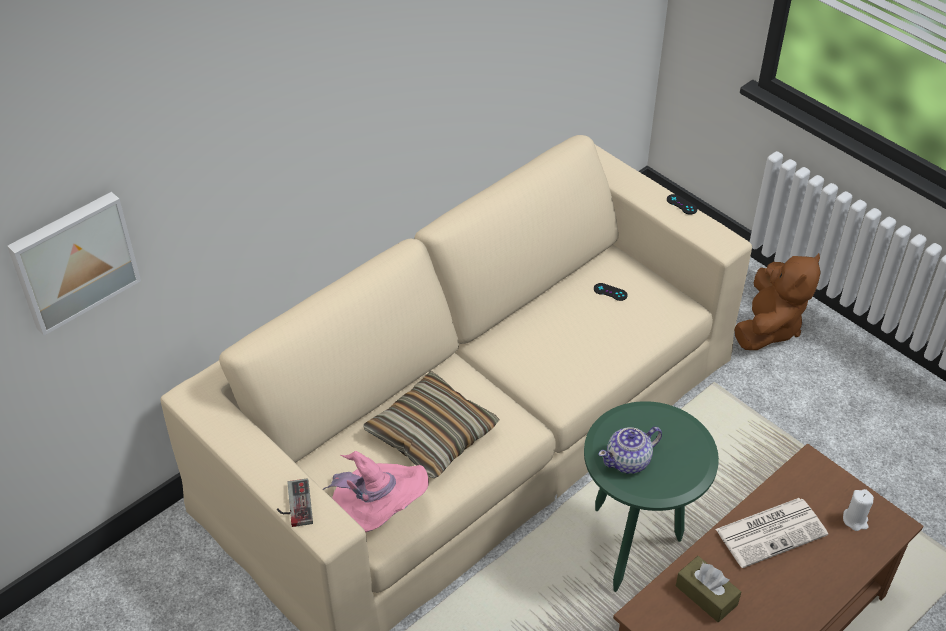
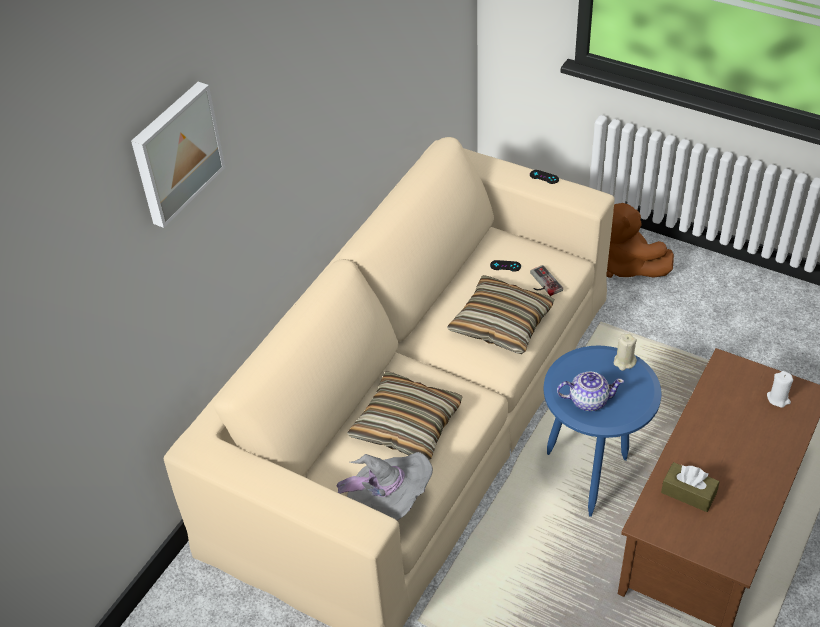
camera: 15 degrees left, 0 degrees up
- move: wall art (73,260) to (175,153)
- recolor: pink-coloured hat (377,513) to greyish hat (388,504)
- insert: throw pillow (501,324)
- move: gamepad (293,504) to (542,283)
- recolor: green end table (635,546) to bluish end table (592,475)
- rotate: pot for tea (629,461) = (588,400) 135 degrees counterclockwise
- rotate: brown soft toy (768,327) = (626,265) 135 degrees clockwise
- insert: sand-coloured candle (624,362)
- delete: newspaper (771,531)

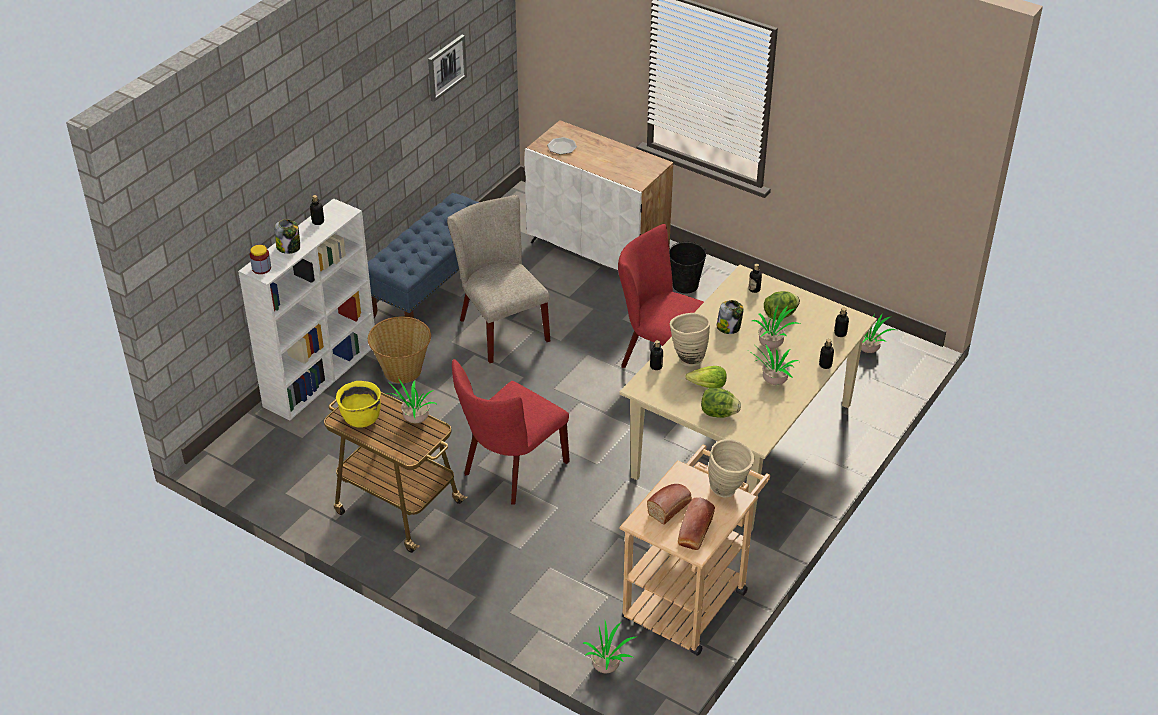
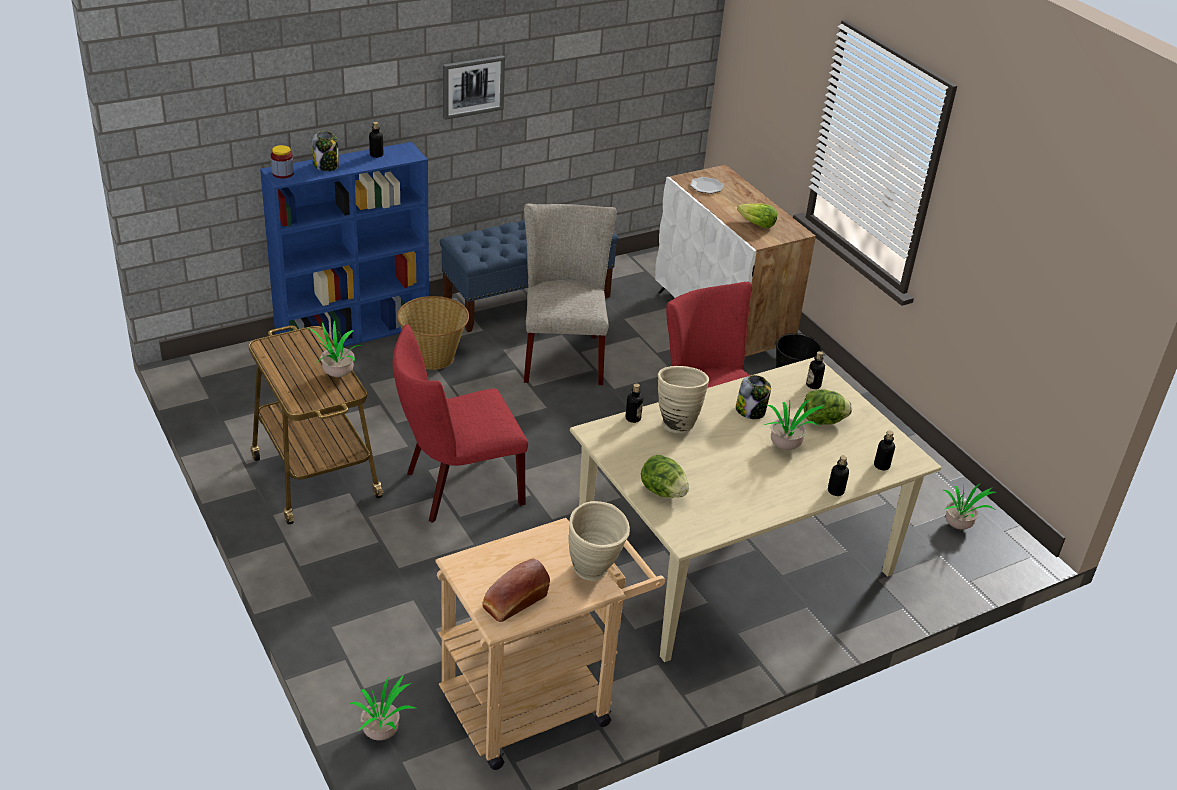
camera: 25 degrees right, 5 degrees down
- recolor: white bookshelf (321,374) to bluish bookshelf (354,332)
- move: wall art (446,67) to (472,86)
- move: head of lettuce (707,386) to (756,224)
- delete: yellow-coloured cooking pot (361,418)
- delete: bread (670,507)
- delete: houseplant (773,383)

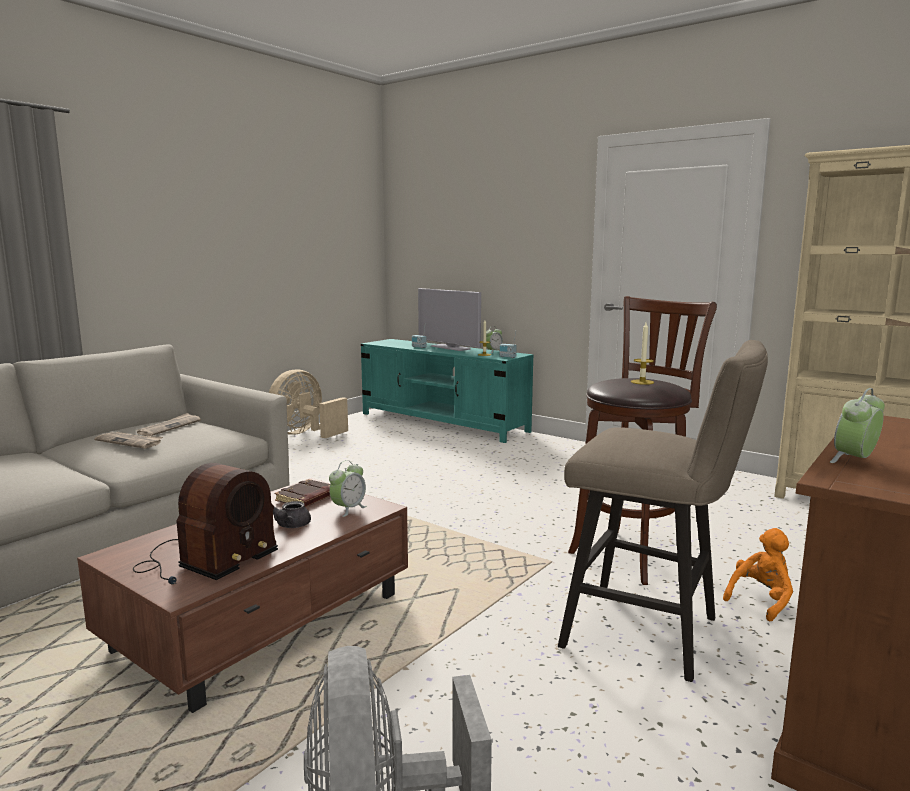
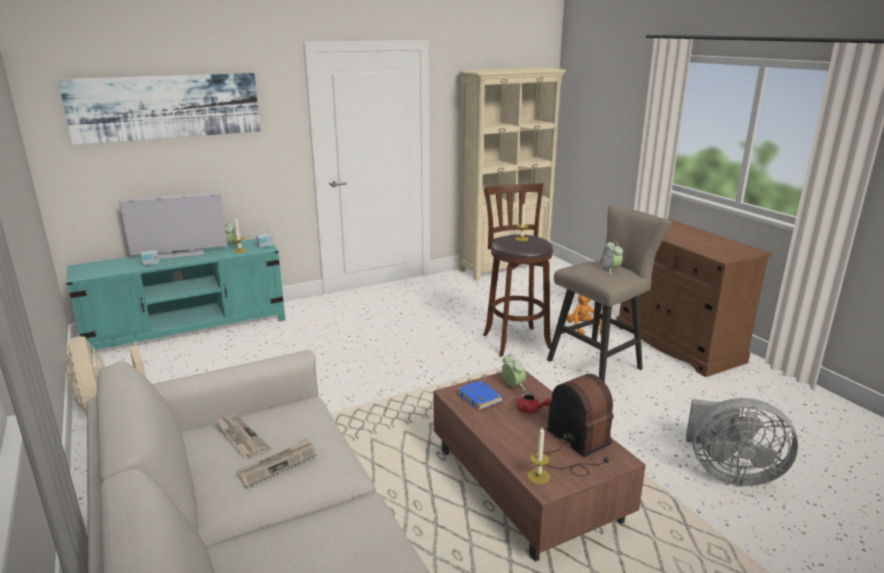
camera: 65 degrees left, 10 degrees up
- insert: wall art (166,107)
- recolor: brown book (307,498) to bluish book (481,398)
- recolor: greyish pot for tea (291,526) to reddish pot for tea (531,410)
- insert: candle (538,476)
- move: bedside clock (854,460) to (610,269)

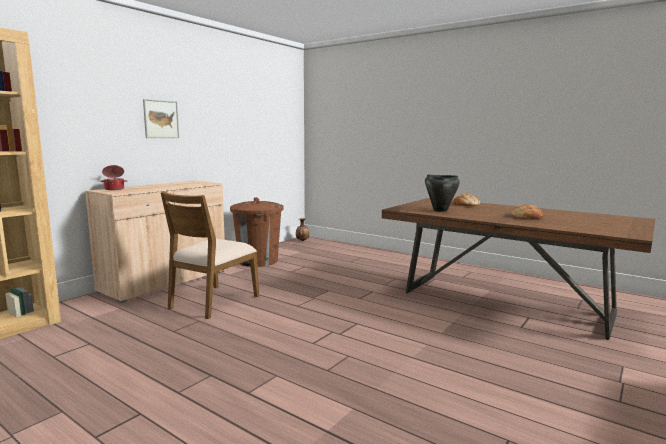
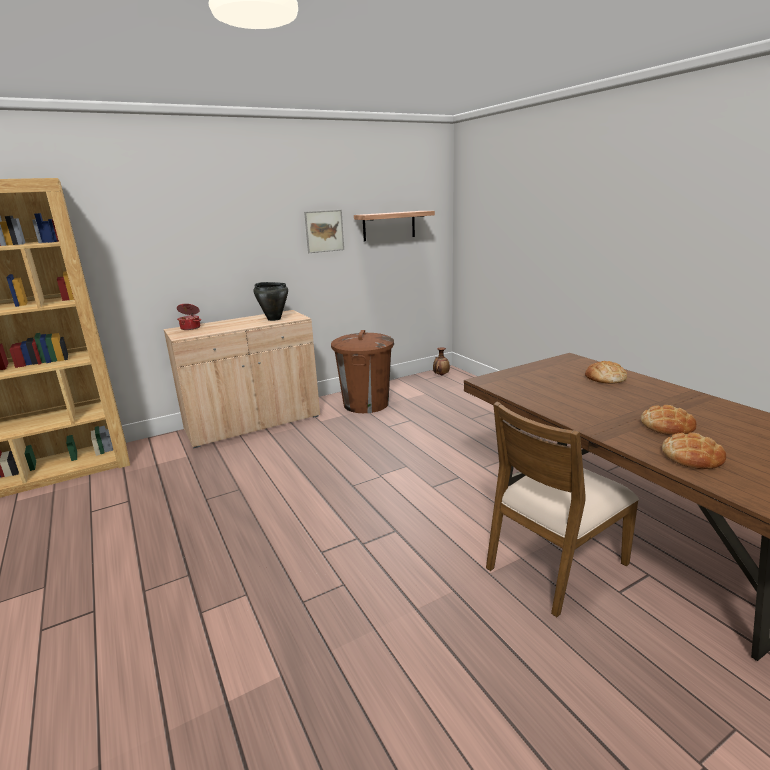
camera: 25 degrees right, 10 degrees up
- move: blackish cooking pot (440,210) to (274,319)
- move: wall art (161,119) to (324,231)
- insert: wall shelf (389,226)
- move: brown chair (213,302) to (554,564)
- insert: bread (692,457)

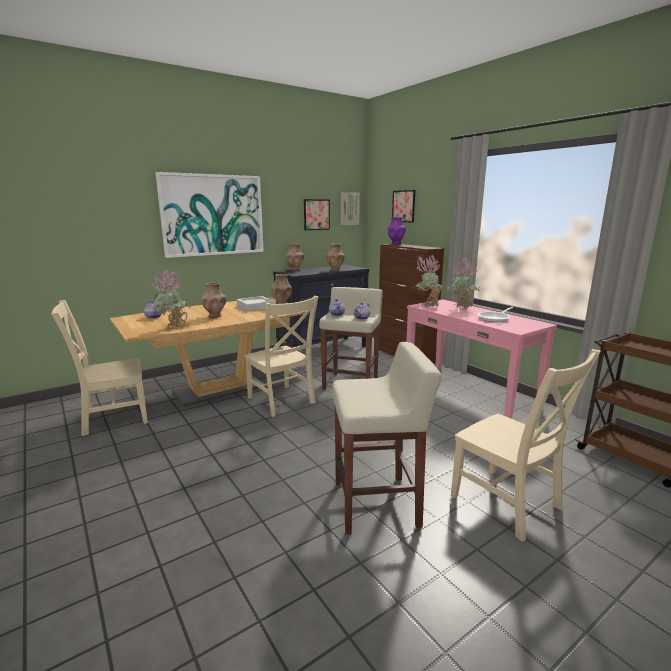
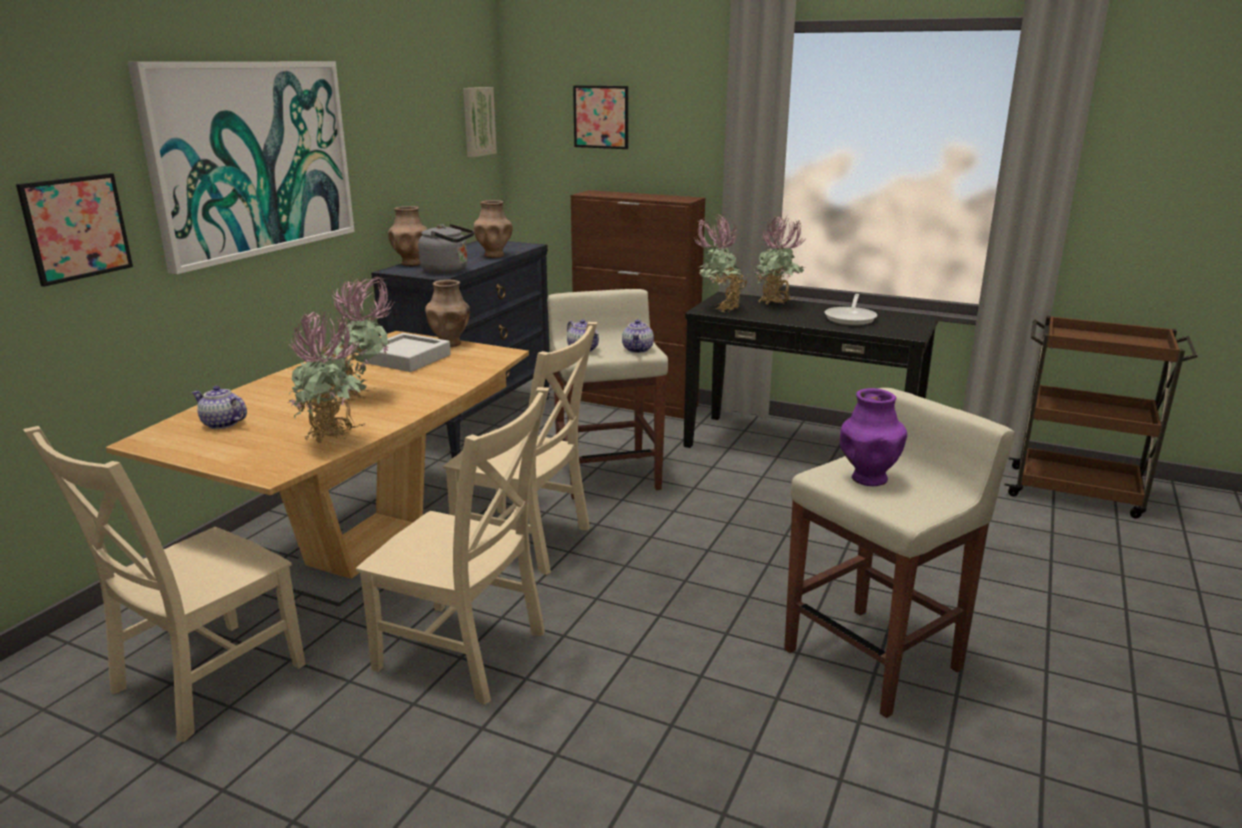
camera: 30 degrees left, 5 degrees up
- move: wall art (316,214) to (76,228)
- replace: brown flower vase (215,316) to houseplant (364,395)
- move: sand-coloured chair (509,504) to (467,653)
- insert: greyish water kettle (448,270)
- recolor: pink-coloured hall table (468,393) to blackish hall table (800,448)
- move: purple flower vase (396,244) to (868,479)

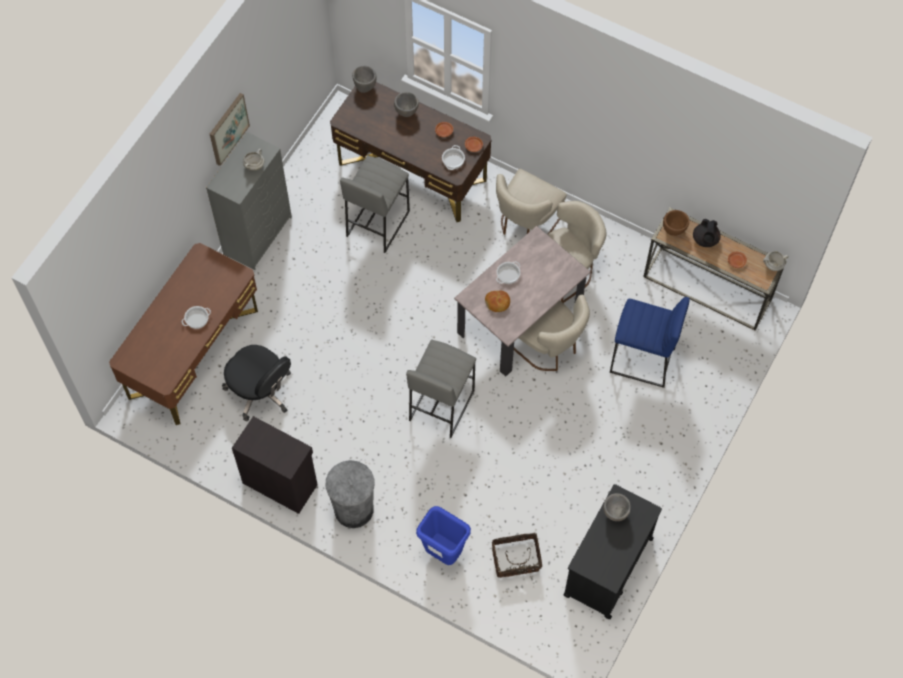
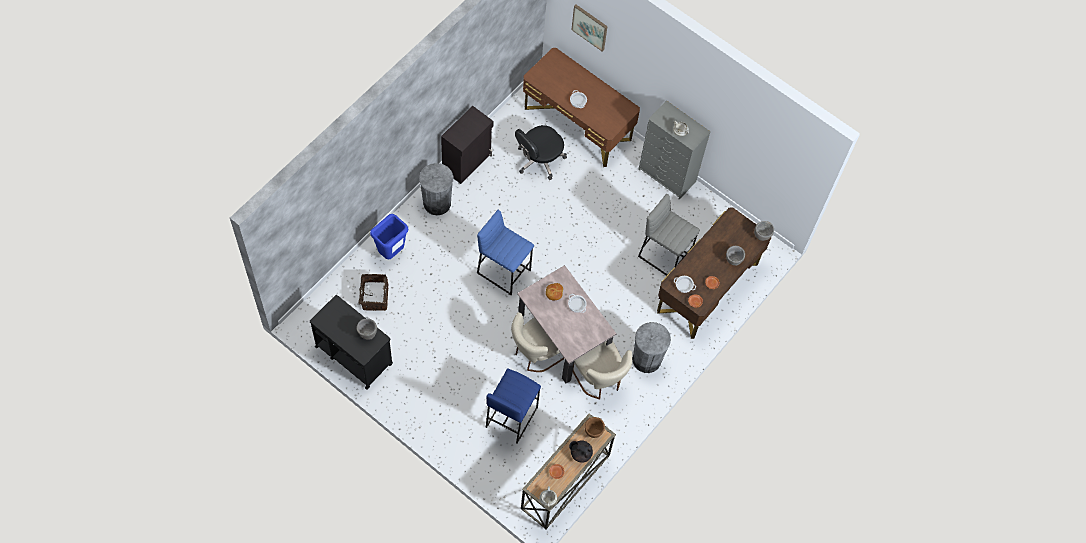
camera: 95 degrees right, 0 degrees up
- recolor: greyish stool (441,405) to bluish stool (504,271)
- move: wall art (228,128) to (590,27)
- replace: sand-coloured chair (526,224) to greyish waste bin (646,359)

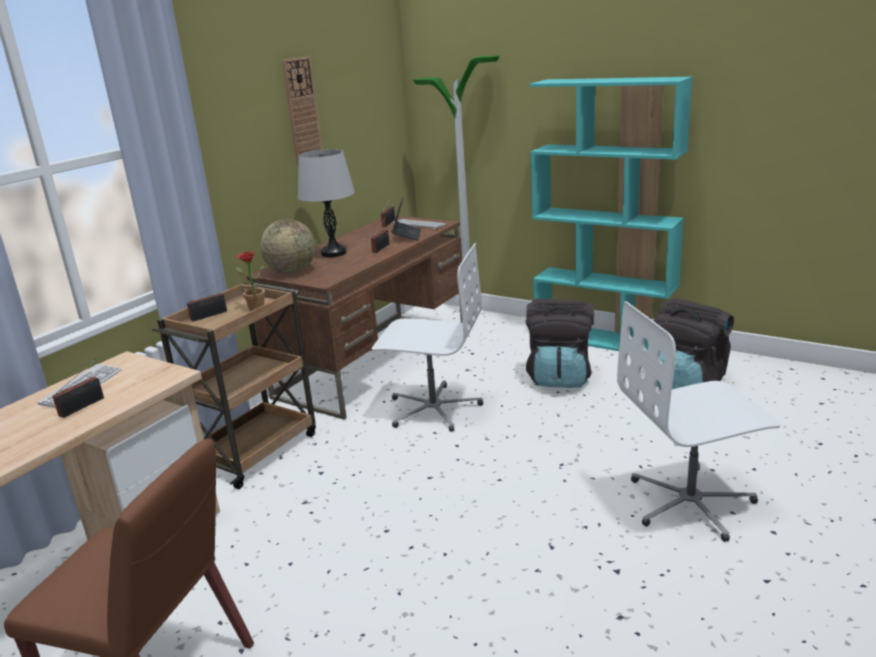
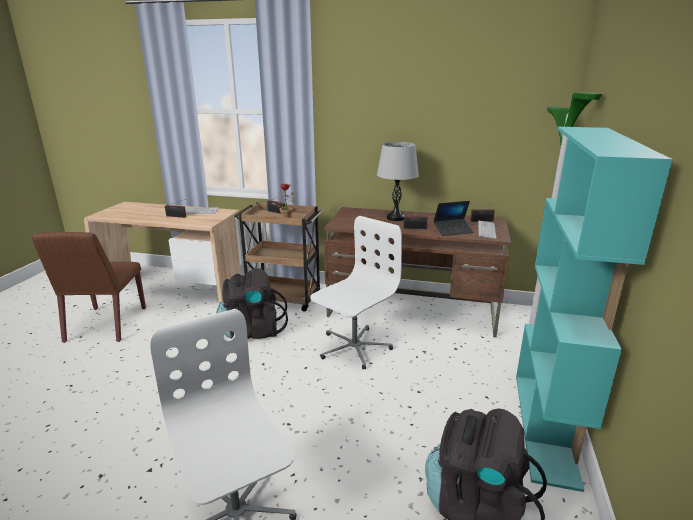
camera: 70 degrees right, 0 degrees up
- move: blackish backpack (560,377) to (252,331)
- rotate: white desk chair (433,409) = (353,347) 135 degrees counterclockwise
- delete: desk globe (291,271)
- delete: clock on the wall (302,112)

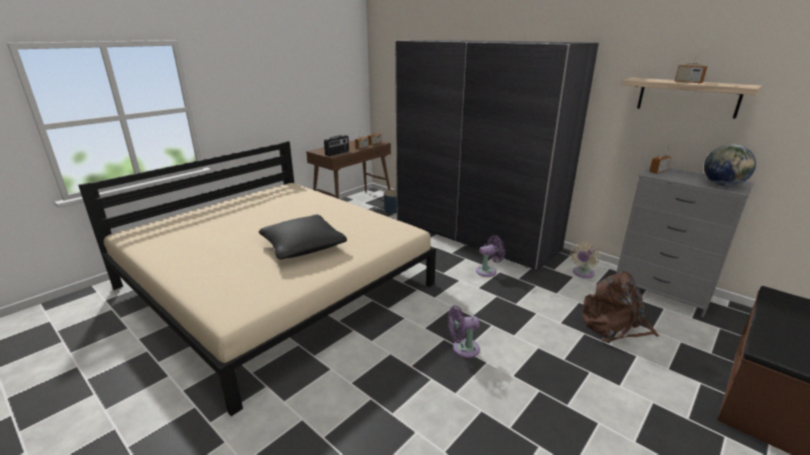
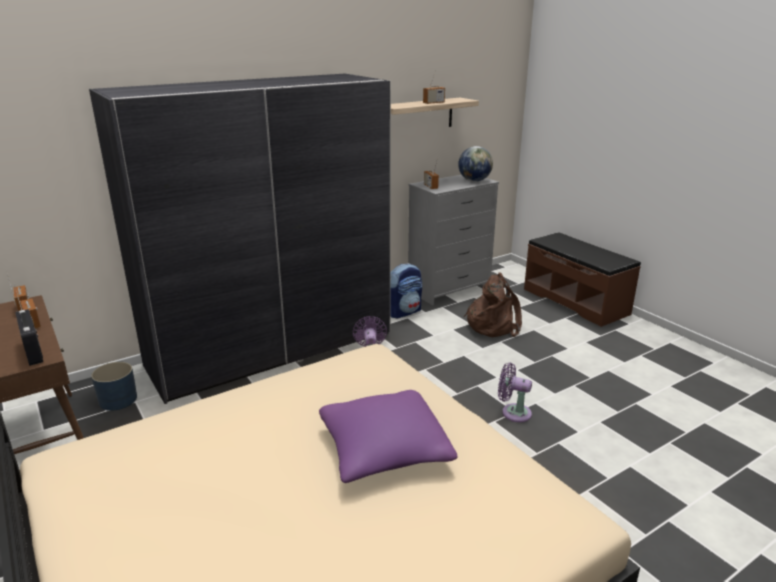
camera: 75 degrees left, 0 degrees up
- recolor: blackish throw pillow (303,247) to purple throw pillow (384,449)
- replace: sand-coloured electric fan (582,273) to backpack (404,312)
- rotate: purple electric fan (463,349) = (513,412) 105 degrees clockwise

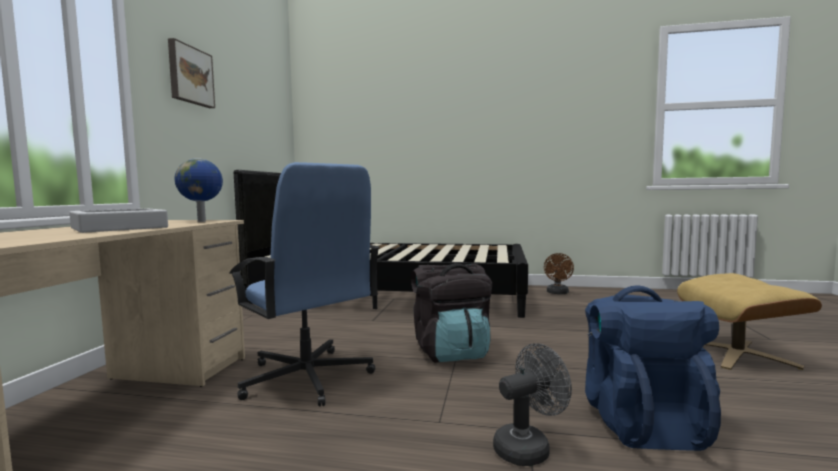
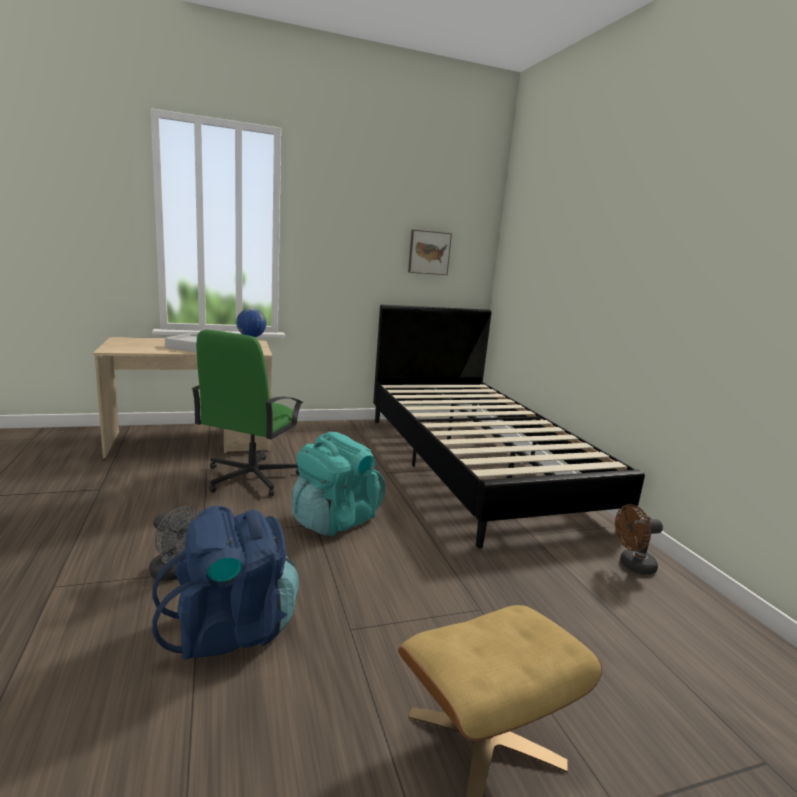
camera: 60 degrees right, 10 degrees up
- recolor: bluish desk chair (307,378) to green desk chair (250,477)
- recolor: blackish backpack (451,352) to turquoise backpack (334,520)
- move: wall art (190,75) to (428,252)

